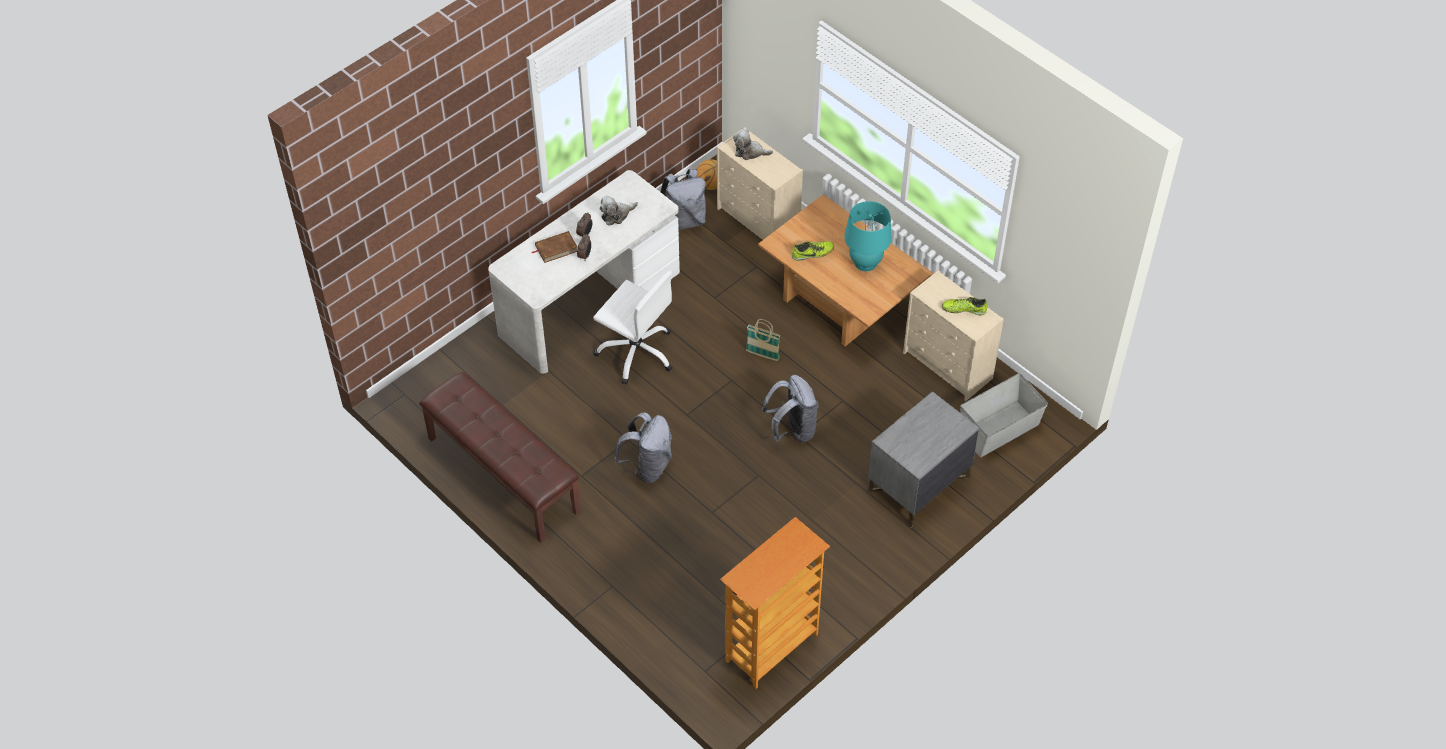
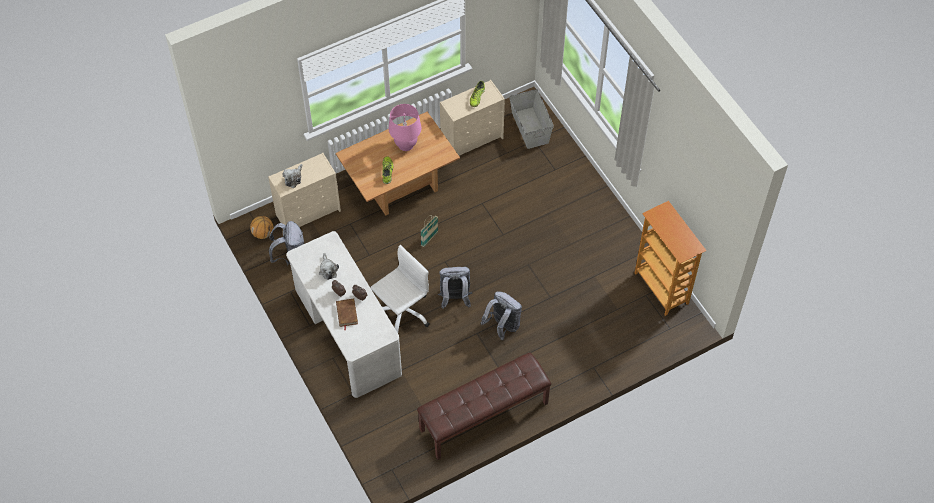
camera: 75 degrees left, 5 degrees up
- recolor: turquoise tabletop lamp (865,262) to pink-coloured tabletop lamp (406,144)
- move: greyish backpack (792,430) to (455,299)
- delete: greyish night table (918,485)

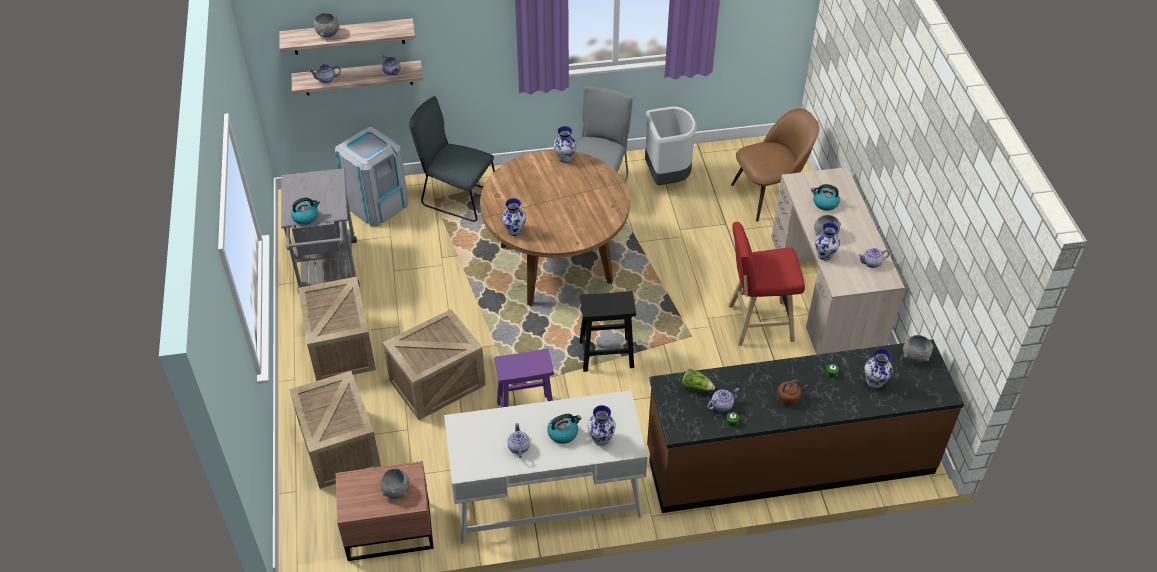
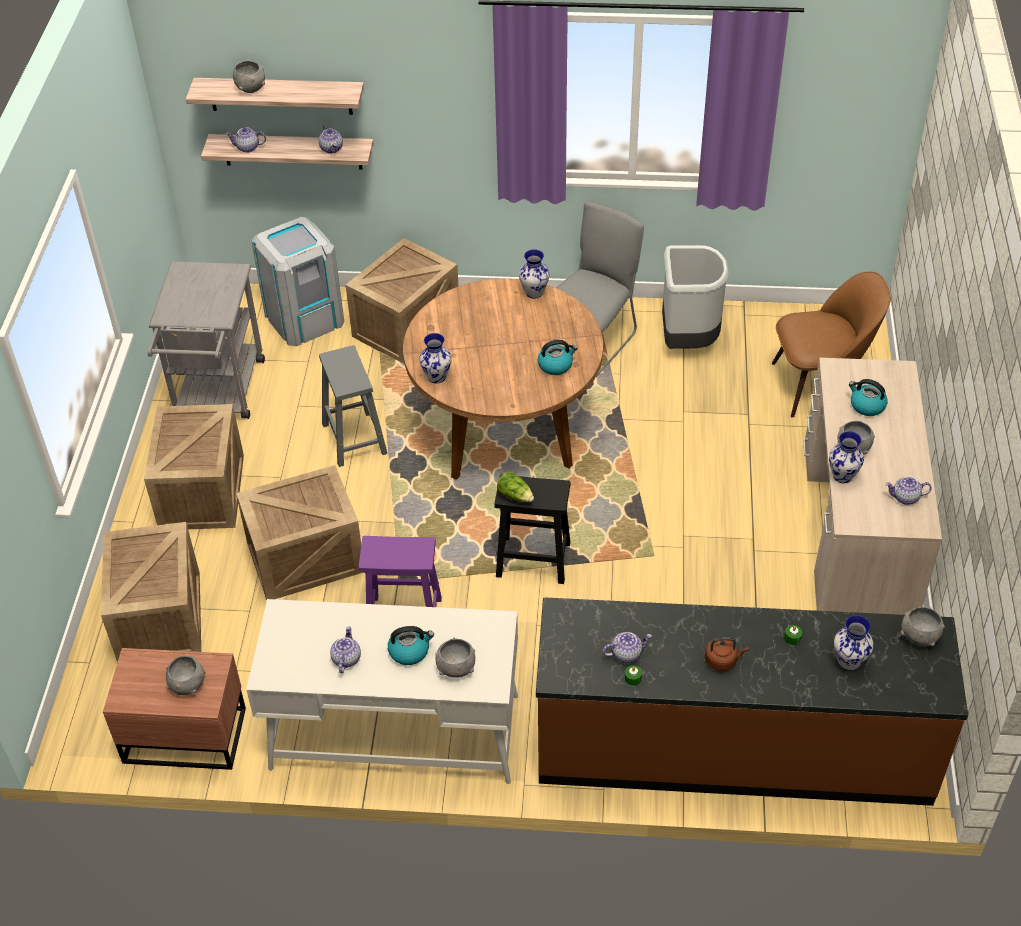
camera: 15 degrees right, 0 degrees up
- insert: greyish stool (354,438)
- replace: greyish chair (456,197) to shipping crate (406,325)
- replace: flower vase (600,438) to greyish serving bowl (456,667)
- move: head of lettuce (696,387) to (515,495)
- move: water kettle (306,217) to (556,365)
- delete: reddish stool (757,323)

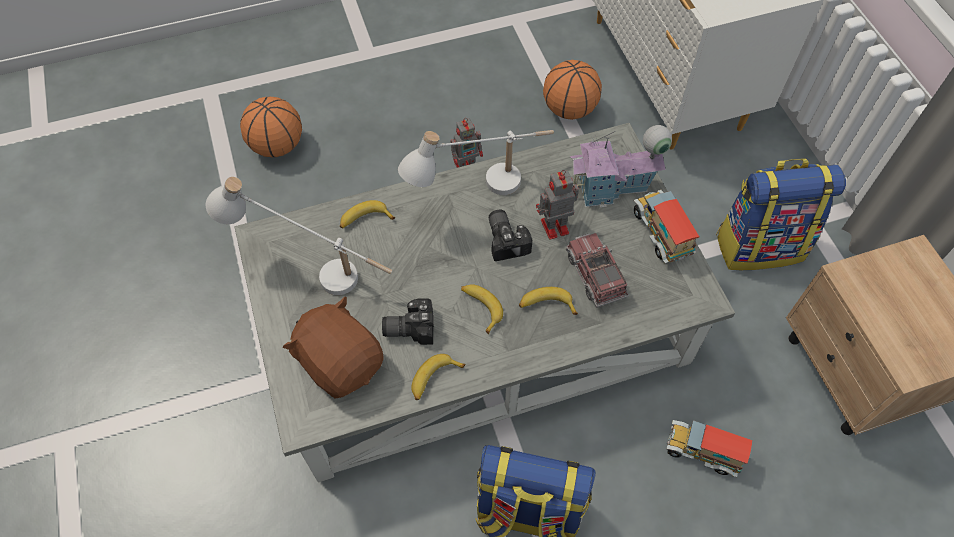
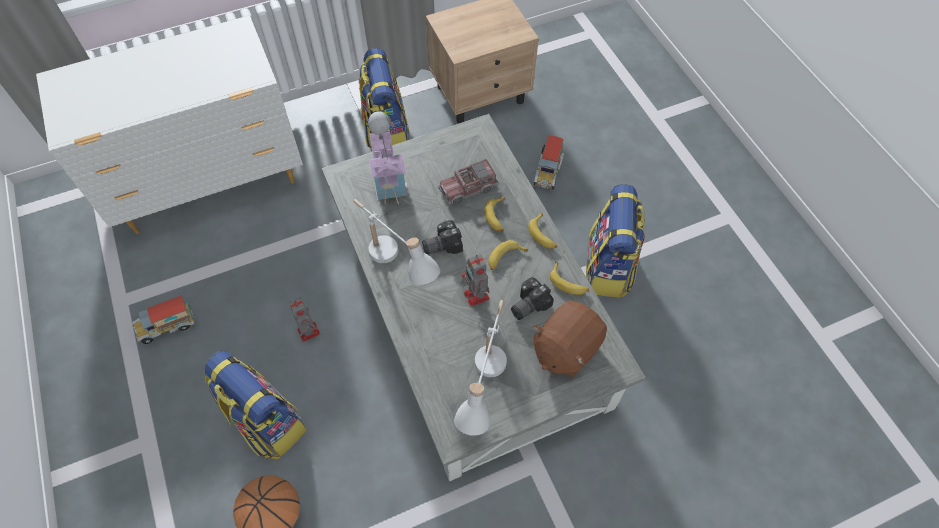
camera: 95 degrees left, 0 degrees up
- move: toy lorry (661,234) to (167,326)
- insert: backpack (266,422)
- move: model robot (553,227) to (477,296)
- rotate: still camera (409,326) = (527,304) 60 degrees clockwise
- move: banana fruit (365,220) to (543,235)
- delete: ball for basketball (569,109)

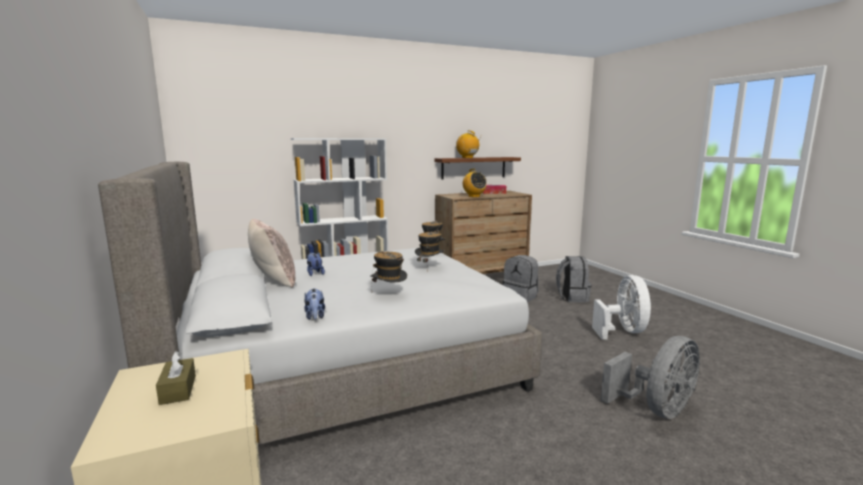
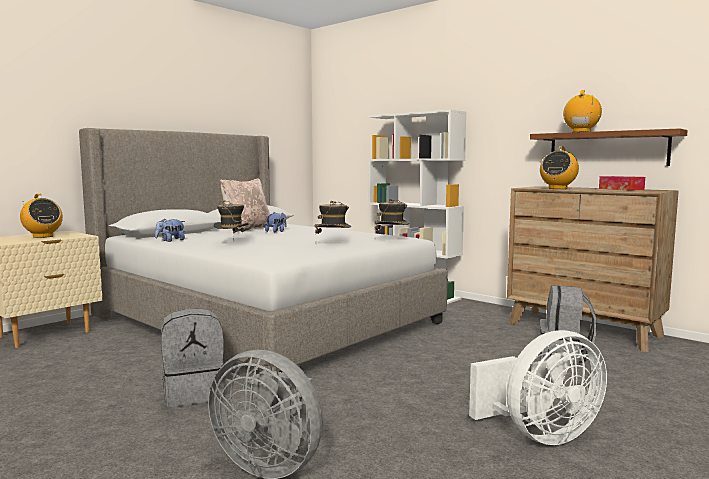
camera: 65 degrees right, 5 degrees down
- replace: brown tissue holder (178,389) to radio (43,236)
- move: greyish backpack (571,297) to (194,393)

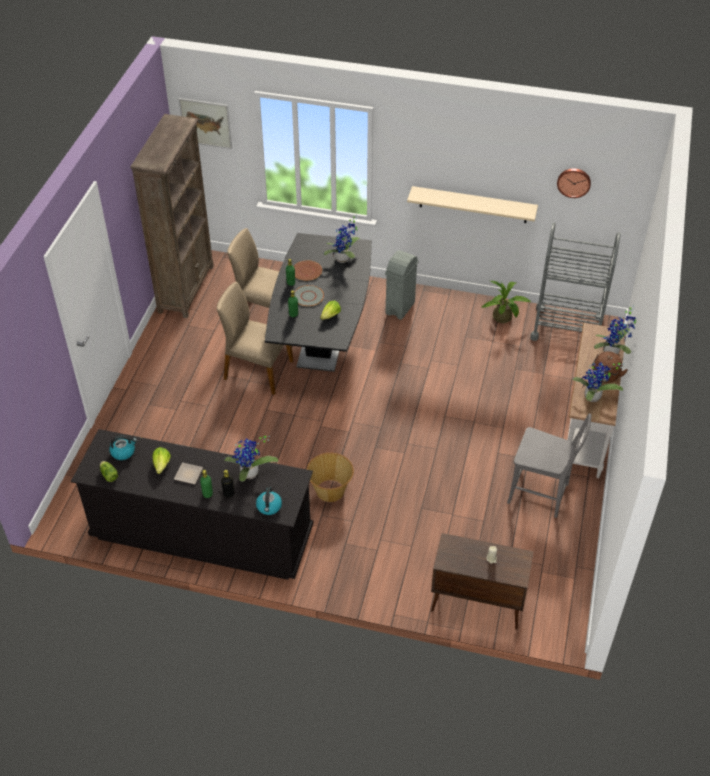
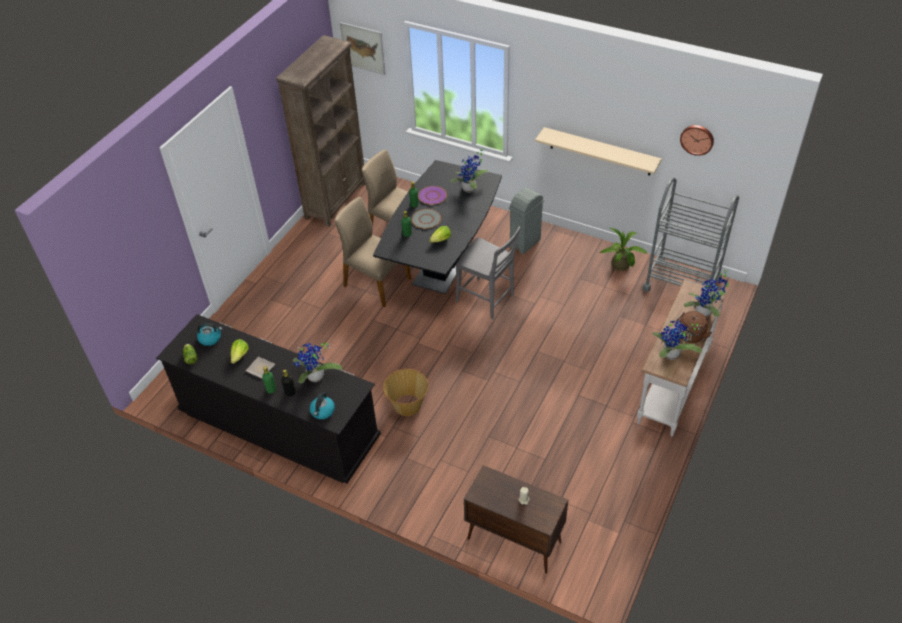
camera: 15 degrees right, 0 degrees up
- recolor: brown flat dish (306,271) to purple flat dish (432,196)
- move: greyish chair (541,494) to (487,300)

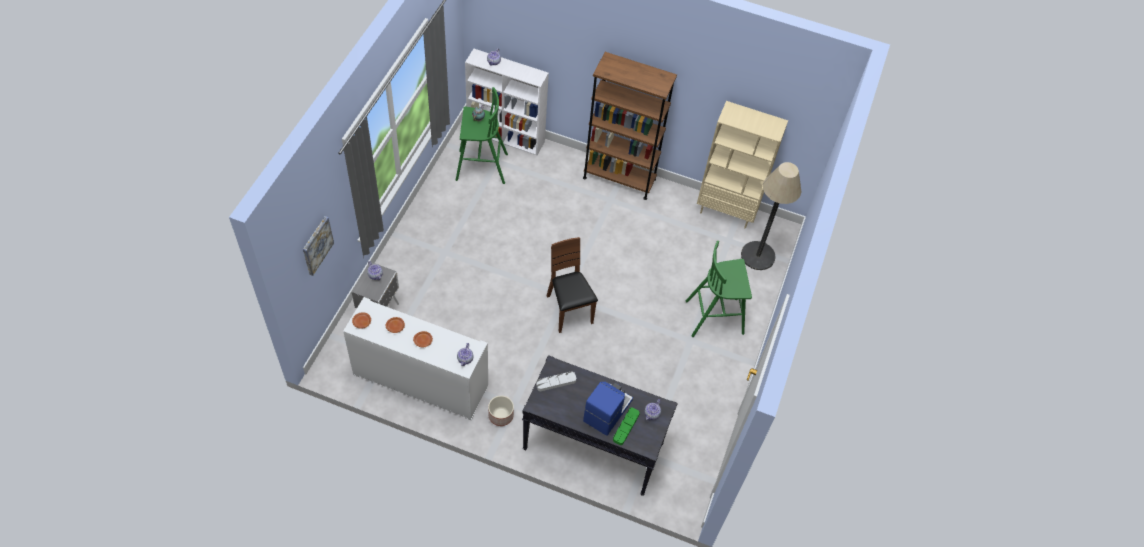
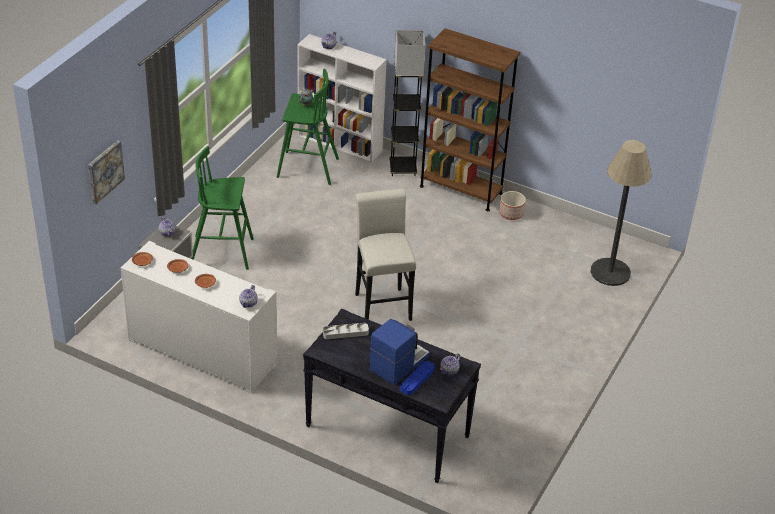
camera: 10 degrees right, 15 degrees down
- move: green stool (715,317) to (223,252)
- replace: brown chair (568,310) to white stool (382,303)
- insert: greyish floor lamp (403,168)
- recolor: green carrying tray (626,427) to bluish carrying tray (417,380)
- move: plant pot (501,415) to (511,213)
- delete: sand-coloured bookshelf (726,212)

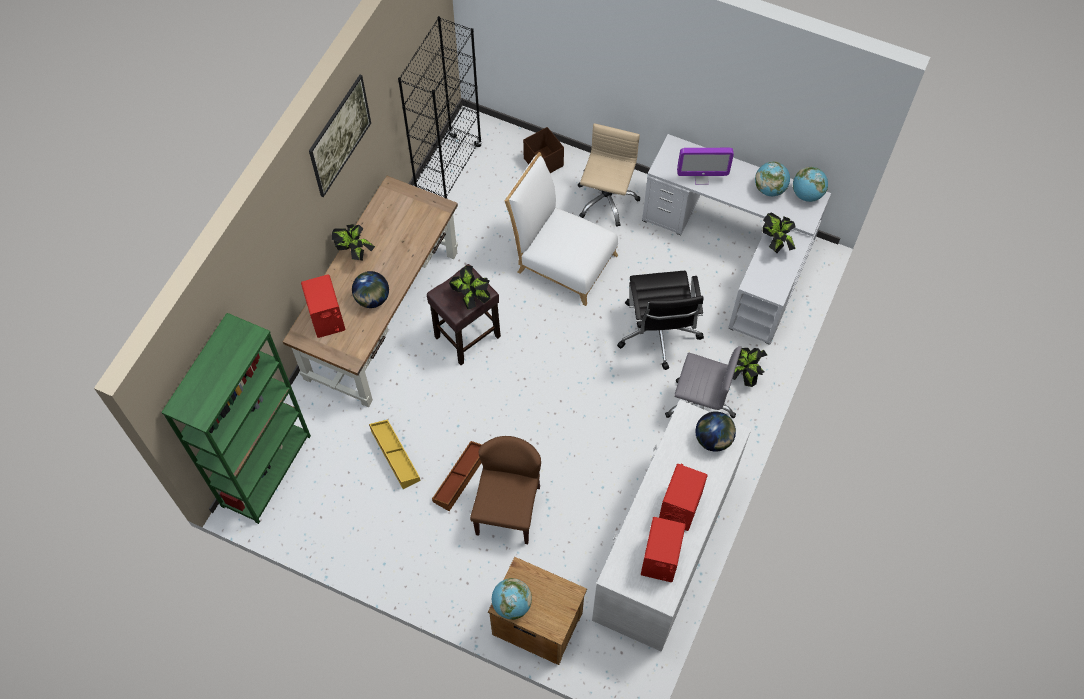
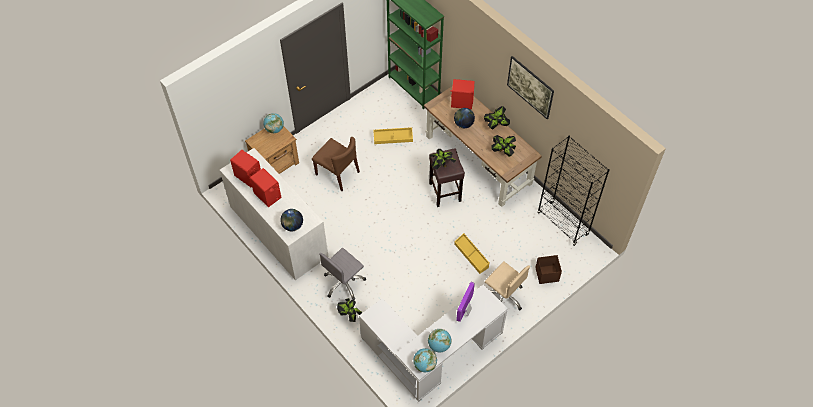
camera: 115 degrees right, 5 degrees down
- replace: white chair (561,260) to yellow-coloured storage box (471,255)
- move: houseplant (776,244) to (503,152)
- delete: brown storage box (461,478)
- delete: blackish desk chair (658,334)

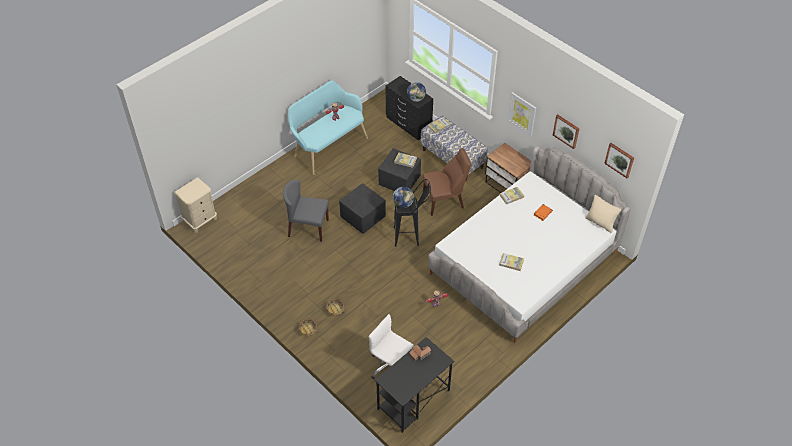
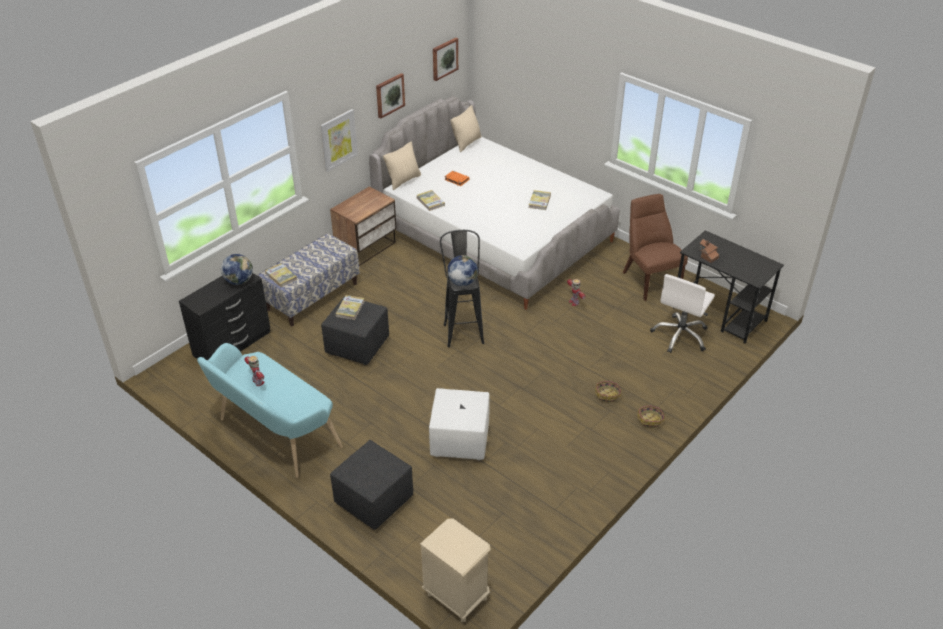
camera: 95 degrees left, 10 degrees down
- move: blackish footrest (363,217) to (373,501)
- insert: sand-coloured throw pillow (403,180)
- replace: greyish chair (308,228) to white footrest (459,441)
- move: brown chair (445,201) to (649,280)

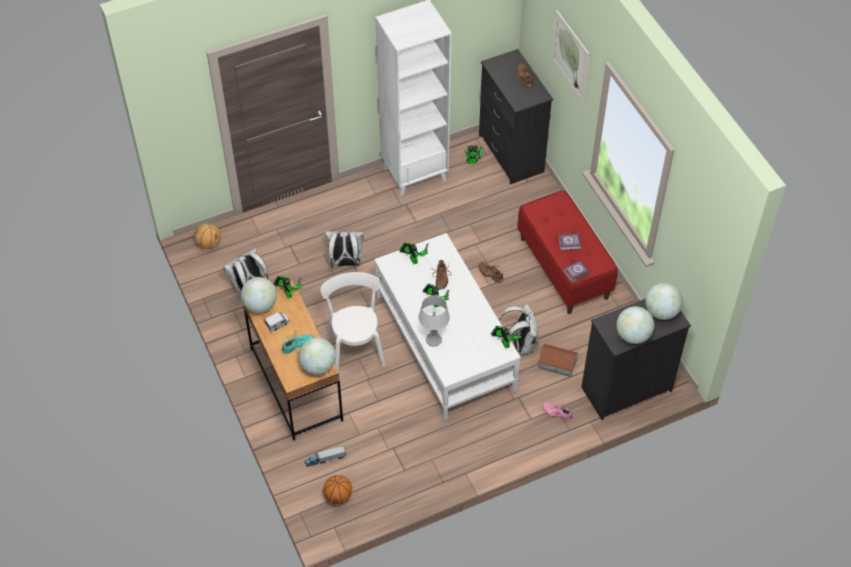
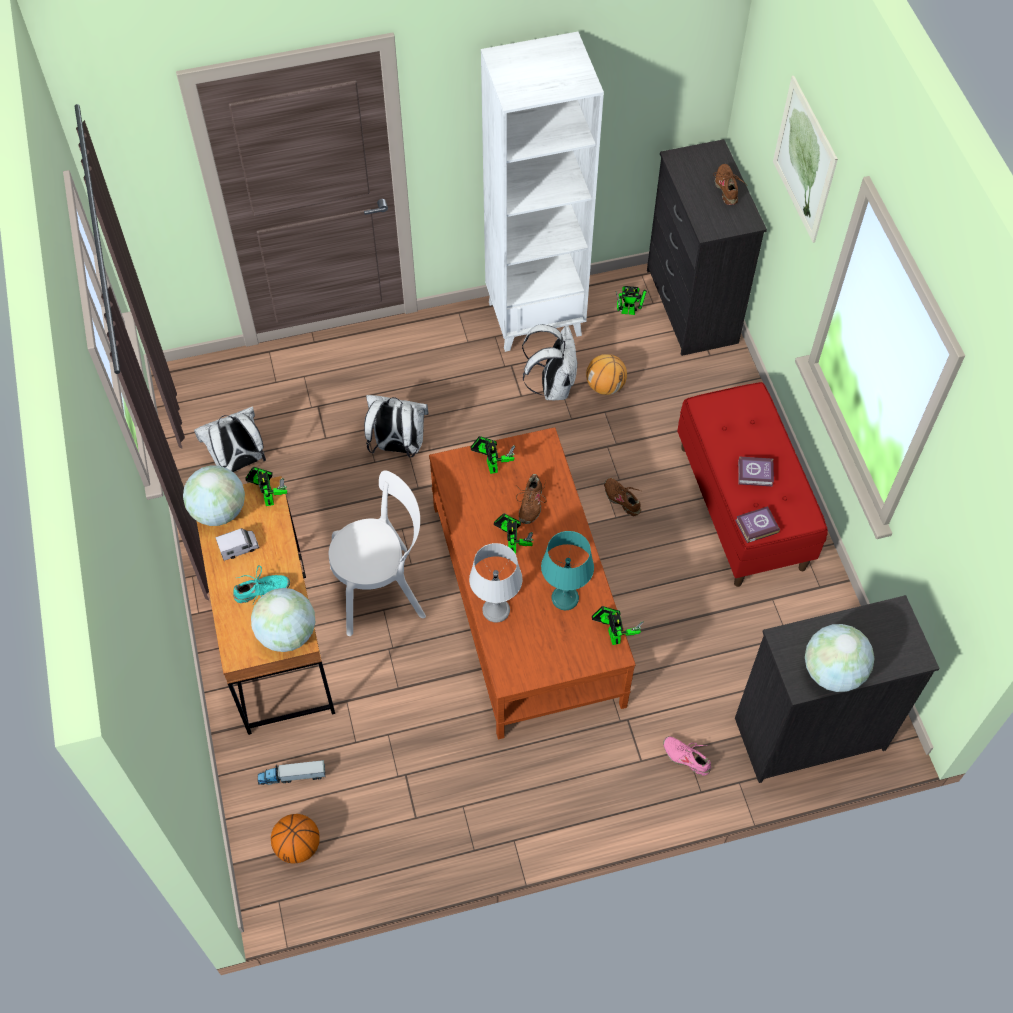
camera: 10 degrees right, 5 degrees up
- rotate: white chair (355,347) = (383,589) 75 degrees clockwise
- recolor: white low table (444,341) to brown low table (526,602)
- move: white backpack (520,344) to (552,386)
- insert: turquoise tabletop lamp (565,598)
- move: ball for basketball (209,244) to (605,386)
- delete: model house (557,363)
- delete: desk globe (661,312)

